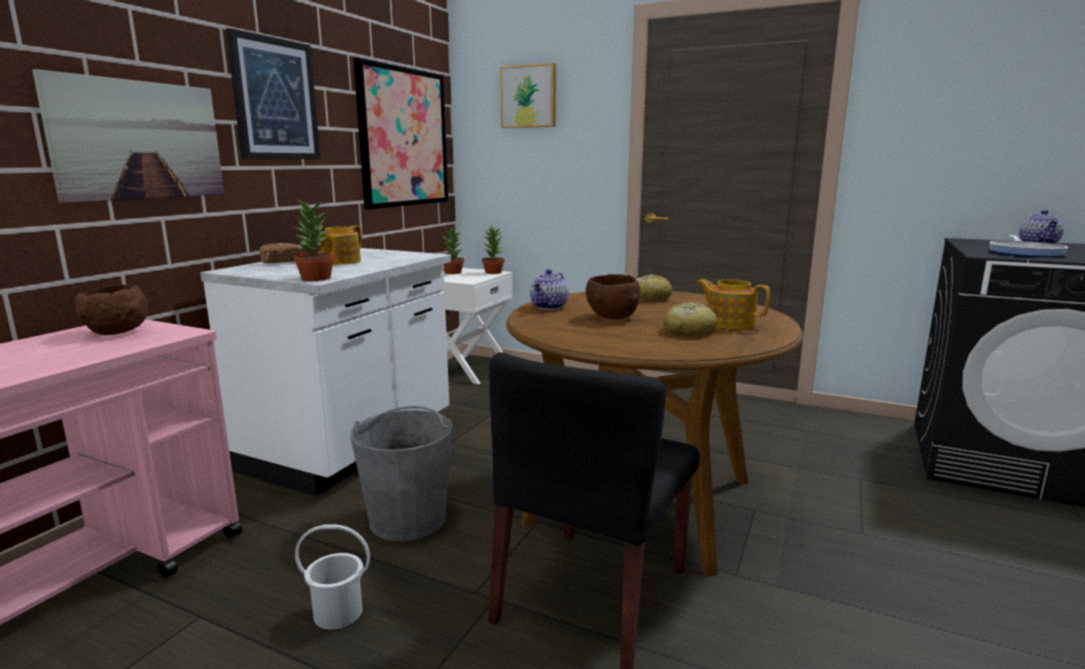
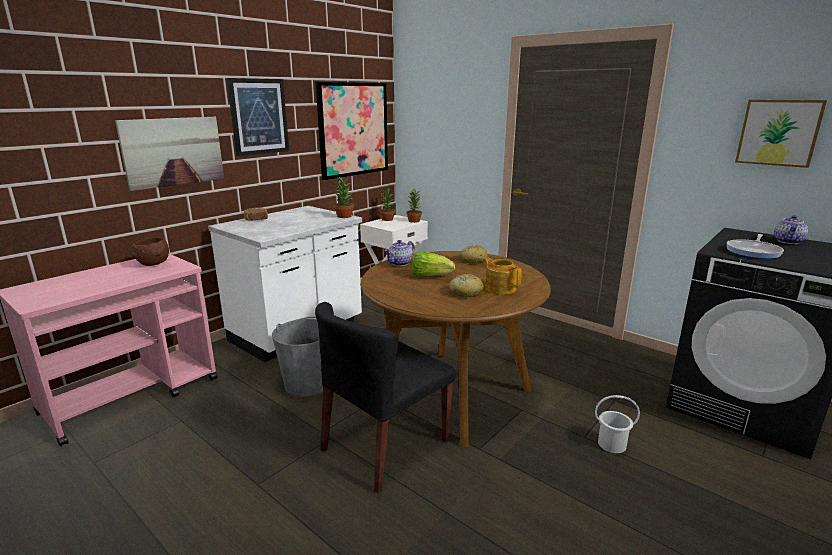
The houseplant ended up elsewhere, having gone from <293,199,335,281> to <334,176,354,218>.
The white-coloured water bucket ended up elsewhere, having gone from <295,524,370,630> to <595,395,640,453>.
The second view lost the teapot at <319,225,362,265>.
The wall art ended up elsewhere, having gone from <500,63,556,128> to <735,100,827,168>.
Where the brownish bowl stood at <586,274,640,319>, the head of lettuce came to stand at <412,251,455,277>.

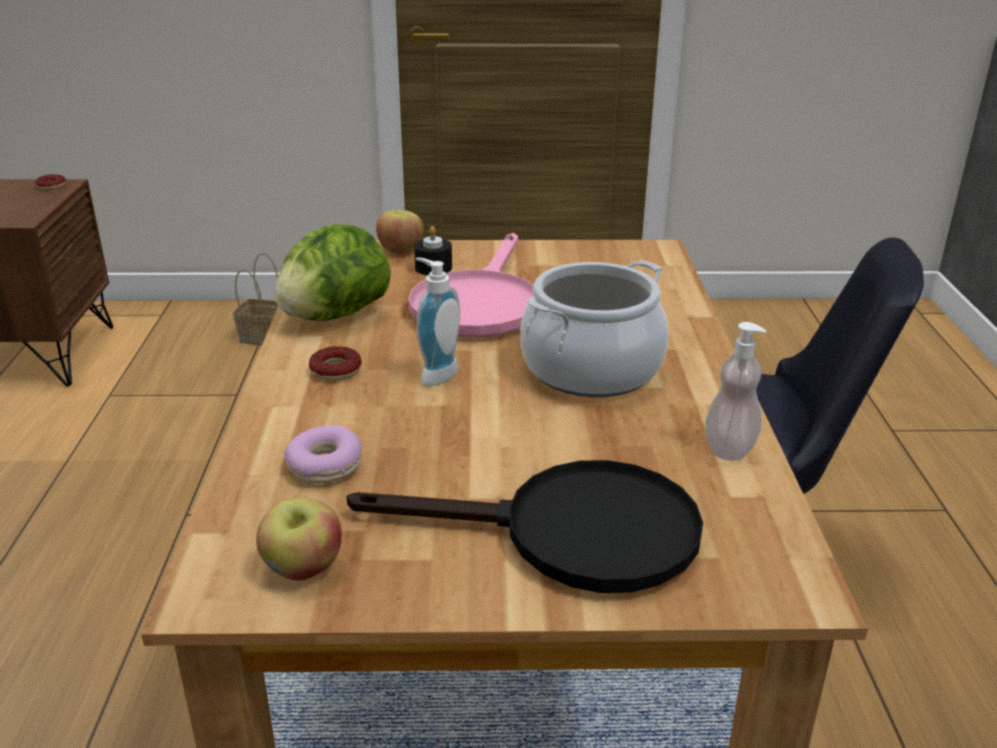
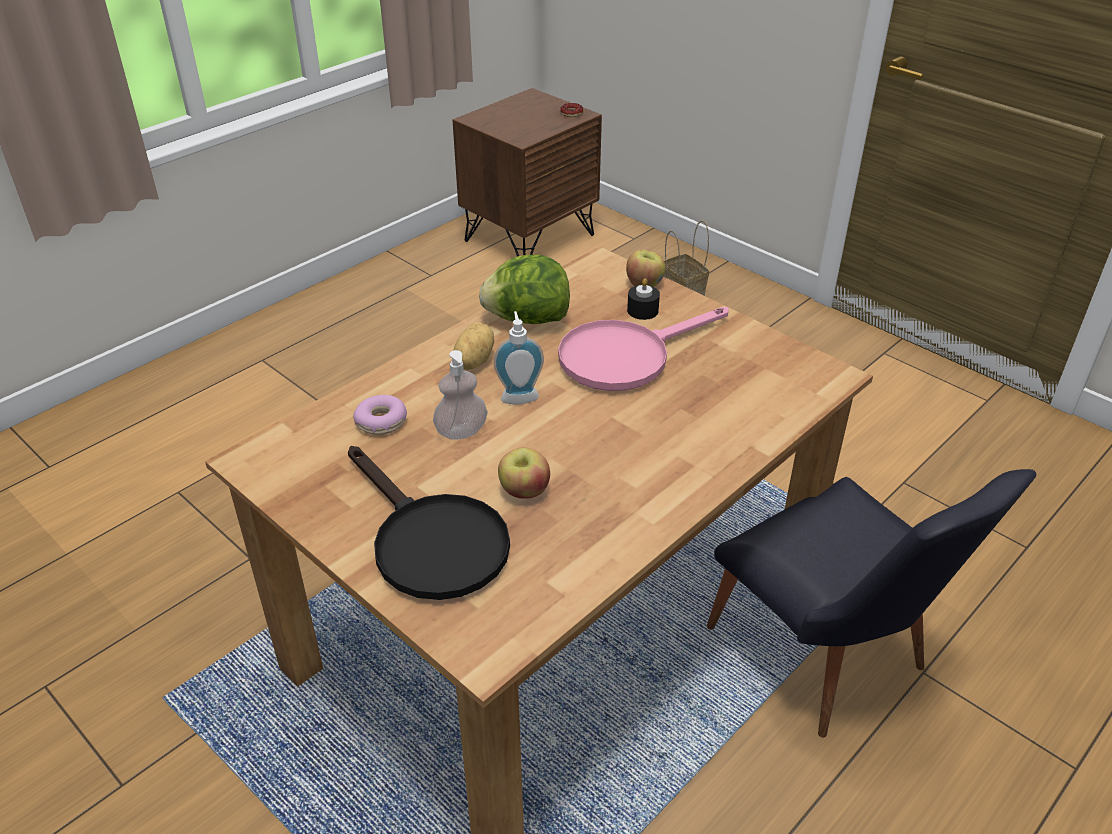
The apple fruit ended up elsewhere, having gone from <256,497,342,581> to <498,447,550,499>.
Where the donut stood at <309,346,361,381>, the potato came to stand at <453,323,494,370>.
The second view lost the stockpot at <520,260,669,397>.
The liquid soap bottle ended up elsewhere, having gone from <705,322,766,461> to <433,350,488,440>.

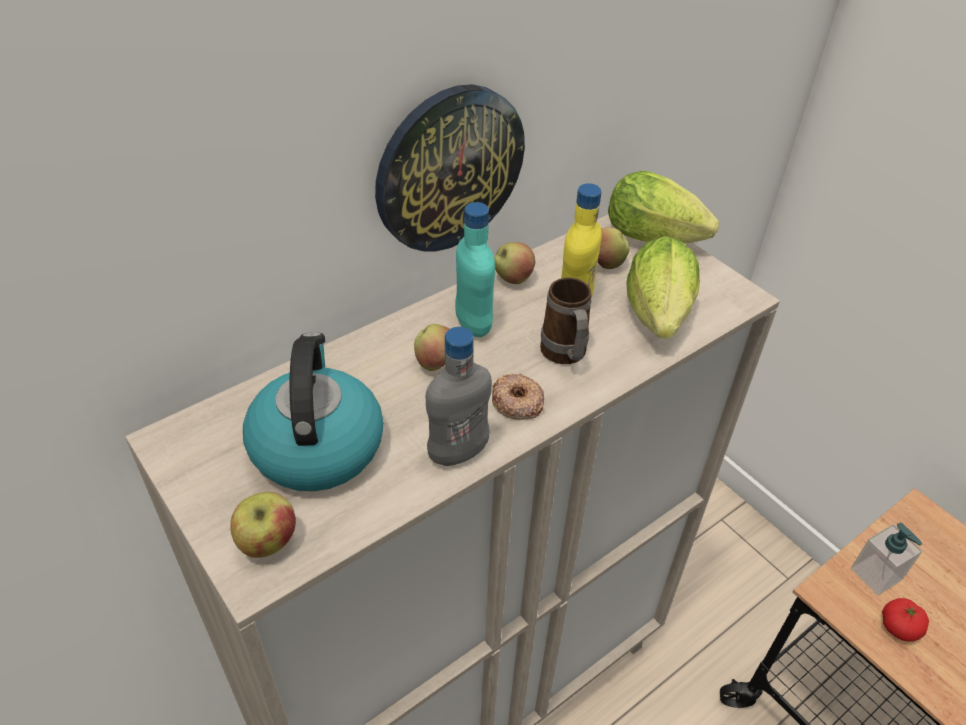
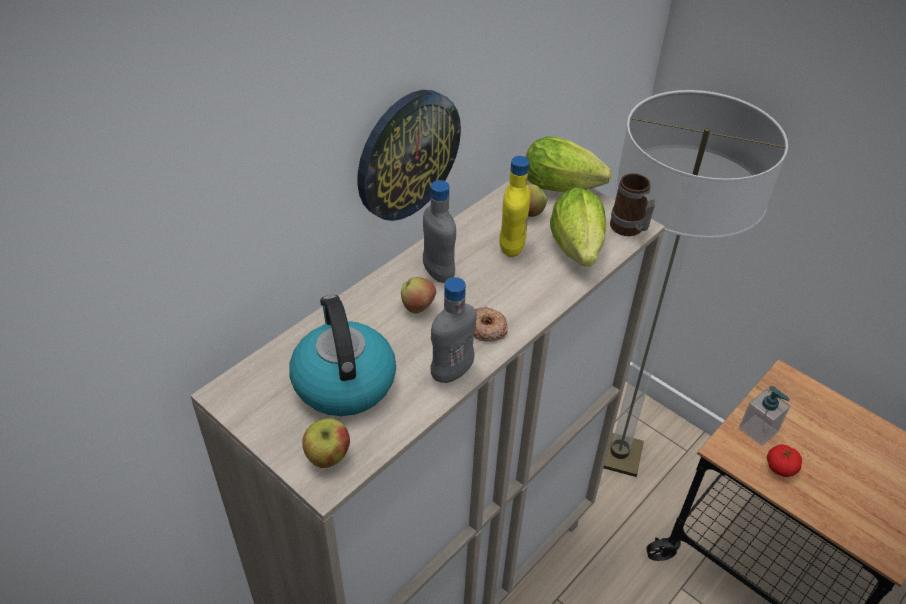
What was the blue-green bottle at <455,202,495,337> turned into the gray bottle at <423,180,456,283>.
The second view lost the apple fruit at <494,242,535,284>.
The mug ended up elsewhere, having gone from <540,278,592,364> to <610,173,655,236>.
The second view gained the standard lamp at <604,90,788,477>.

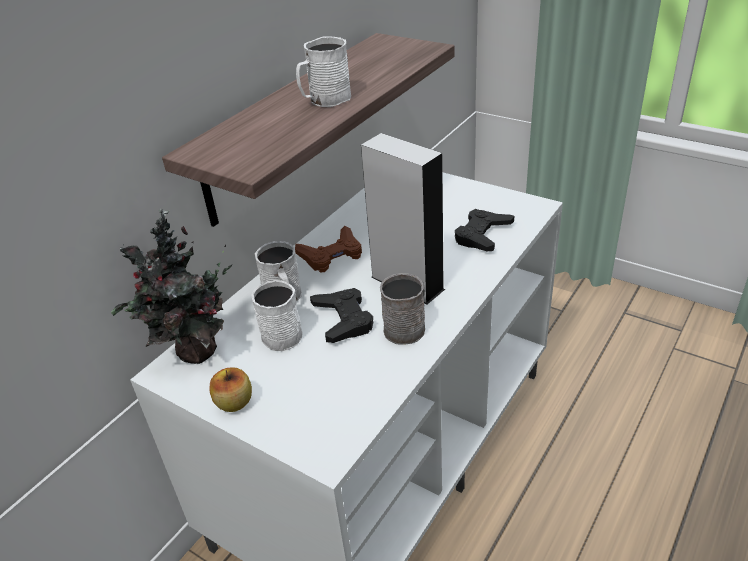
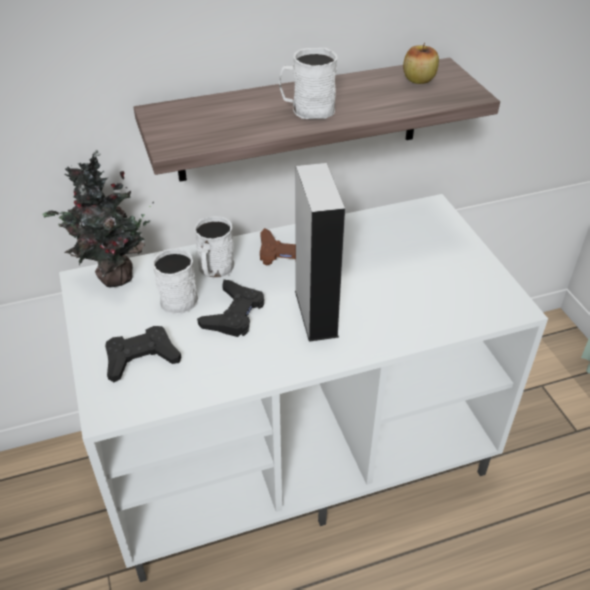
The apple fruit ended up elsewhere, having gone from <209,367,252,412> to <403,43,439,84>.
The second view lost the gray mug at <380,273,425,345>.
The blackish gamepad ended up elsewhere, having gone from <455,209,514,251> to <105,326,181,382>.

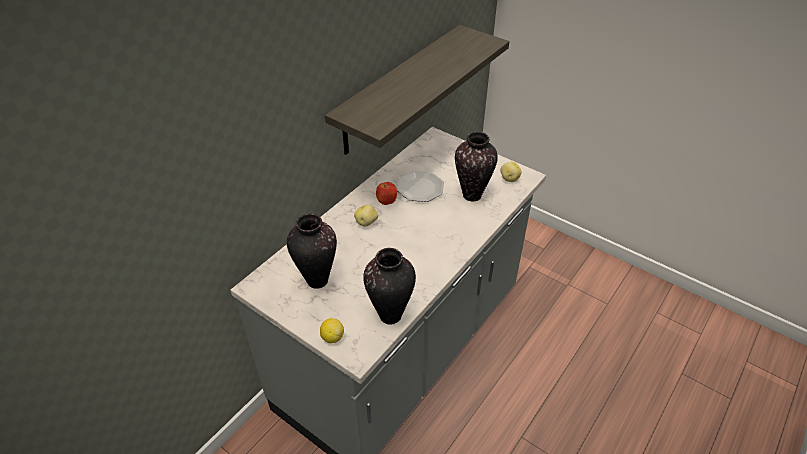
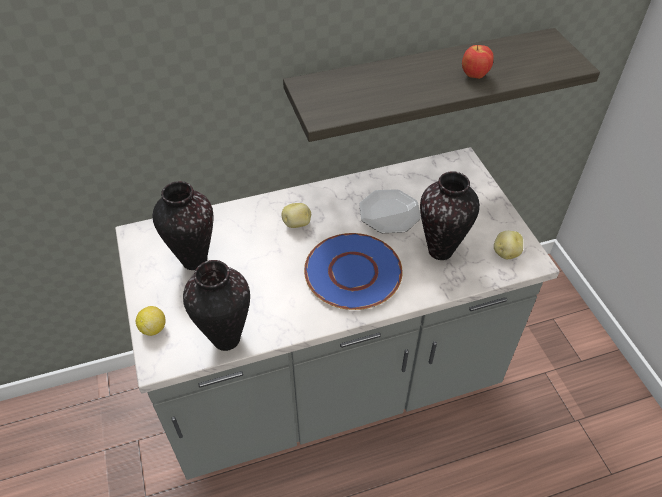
The apple fruit ended up elsewhere, having gone from <376,182,397,205> to <462,45,494,79>.
The second view gained the blue flat dish at <304,233,403,310>.

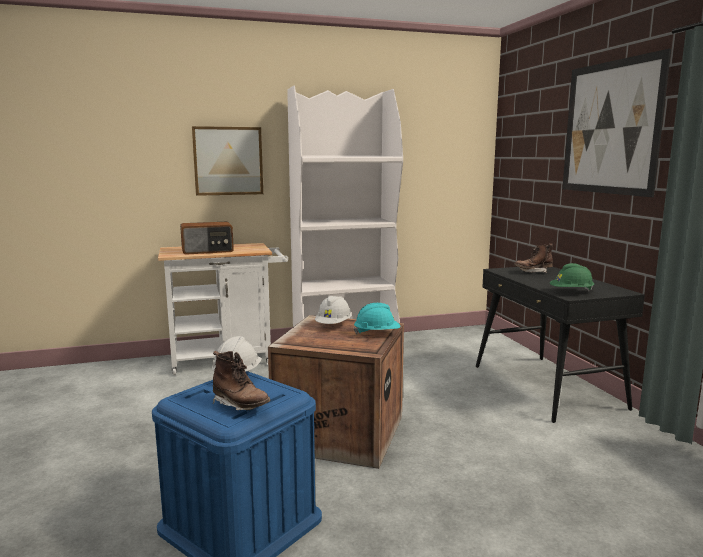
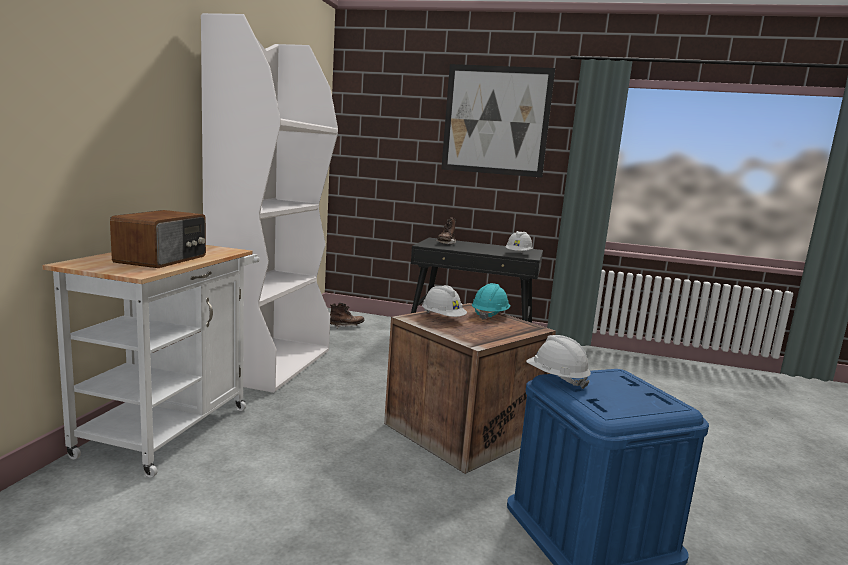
The second view lost the wall art at <192,126,263,196>.
The brownish high-top boot ended up elsewhere, having gone from <213,351,271,410> to <330,303,365,329>.
What was the green safety helmet at <550,263,594,291> turned into the white-coloured safety helmet at <506,231,533,253>.

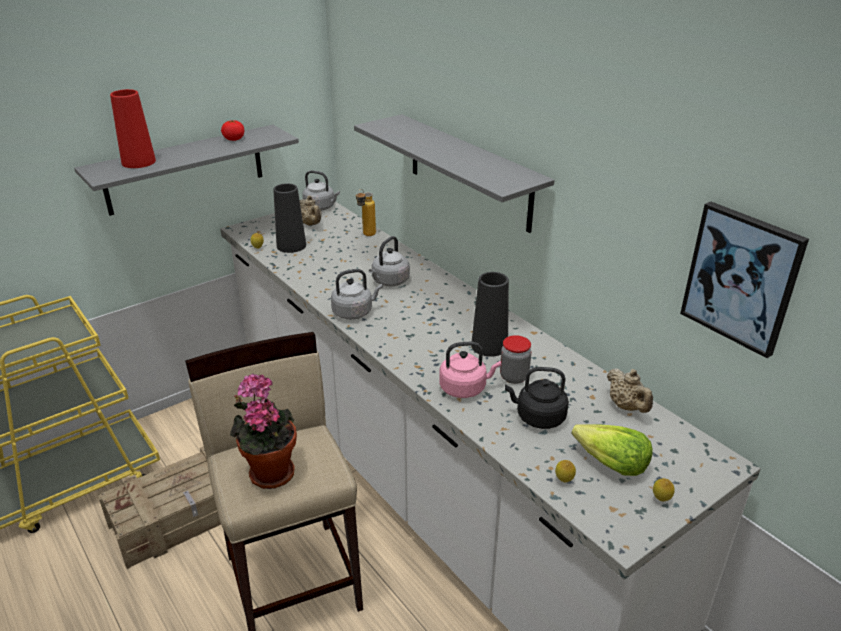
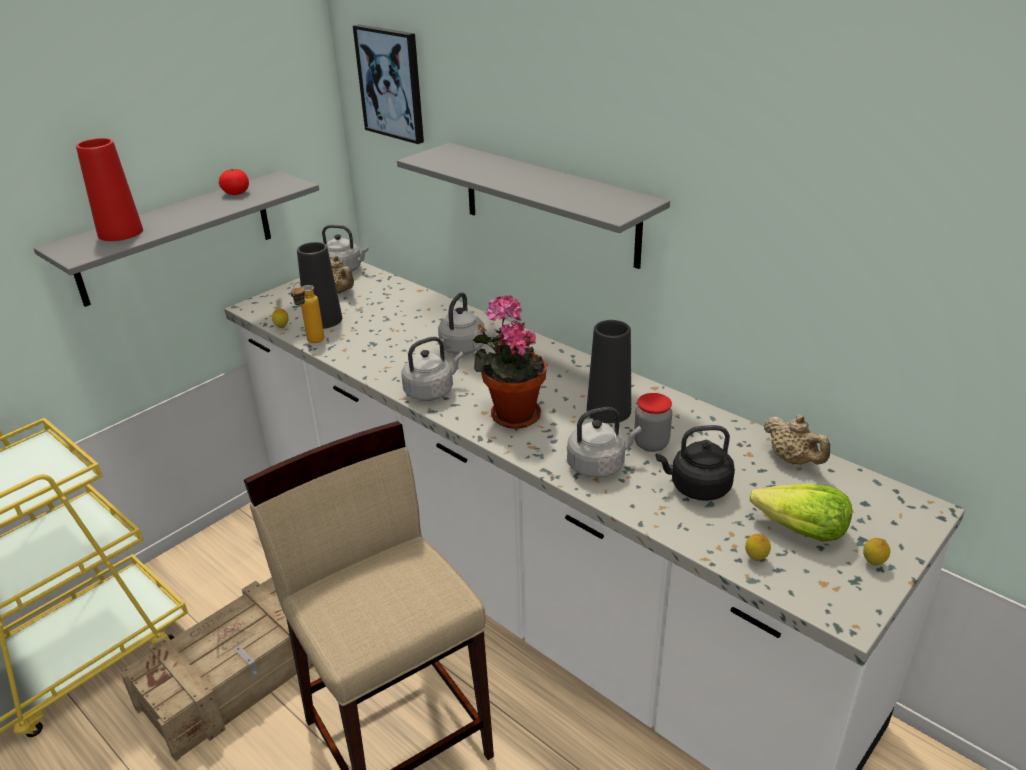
The houseplant ended up elsewhere, having gone from <230,373,297,489> to <473,295,547,429>.
The bottle ended up elsewhere, having gone from <356,189,376,236> to <291,282,324,343>.
What was the pink-coloured kettle at <439,342,501,398> turned into the gray kettle at <567,407,641,478>.
The wall art ended up elsewhere, having gone from <680,201,809,358> to <353,24,424,144>.

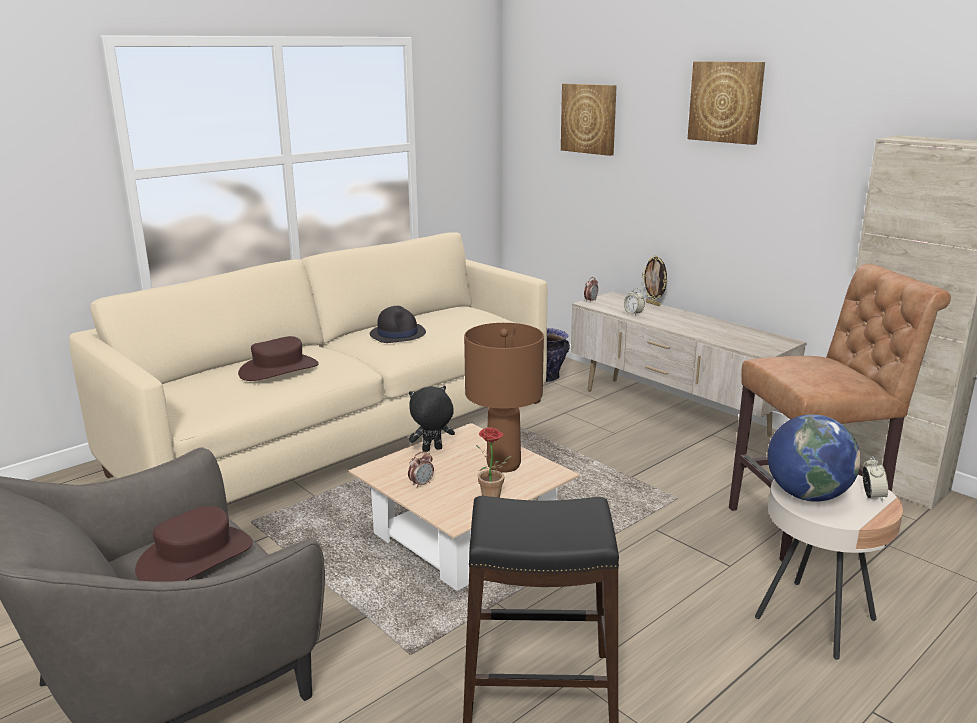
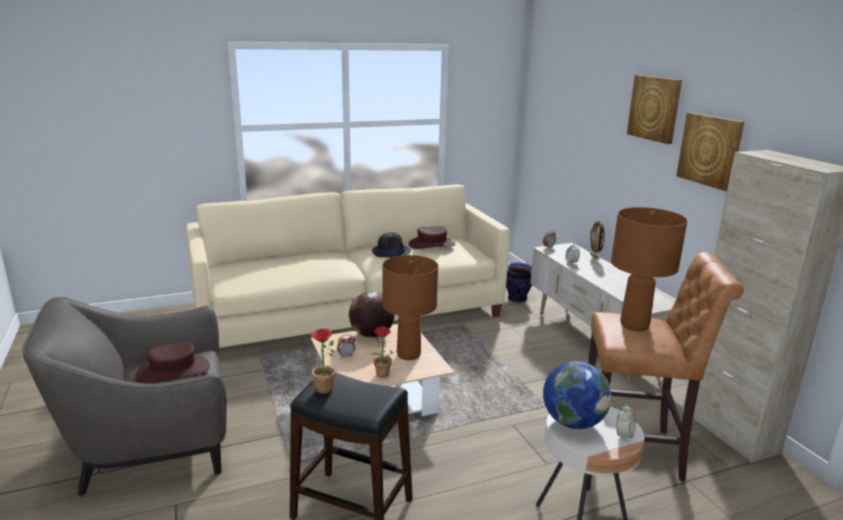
The brownish clothing hat ended up elsewhere, having gone from <238,336,319,381> to <408,226,455,249>.
Where the blackish soft toy stood at <409,386,455,452>, the world globe came to stand at <349,291,395,338>.
The wall art ended up elsewhere, having gone from <561,84,617,156> to <676,113,744,191>.
The second view gained the houseplant at <296,328,338,394>.
The second view gained the brownish table lamp at <611,207,687,331>.

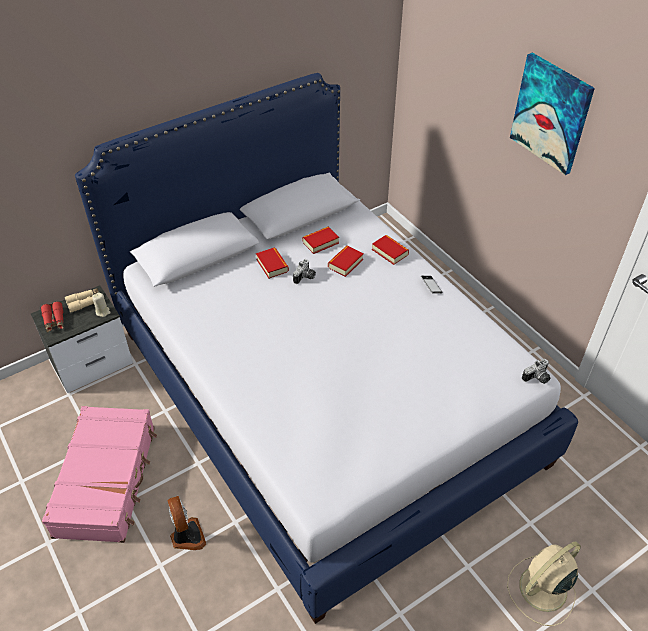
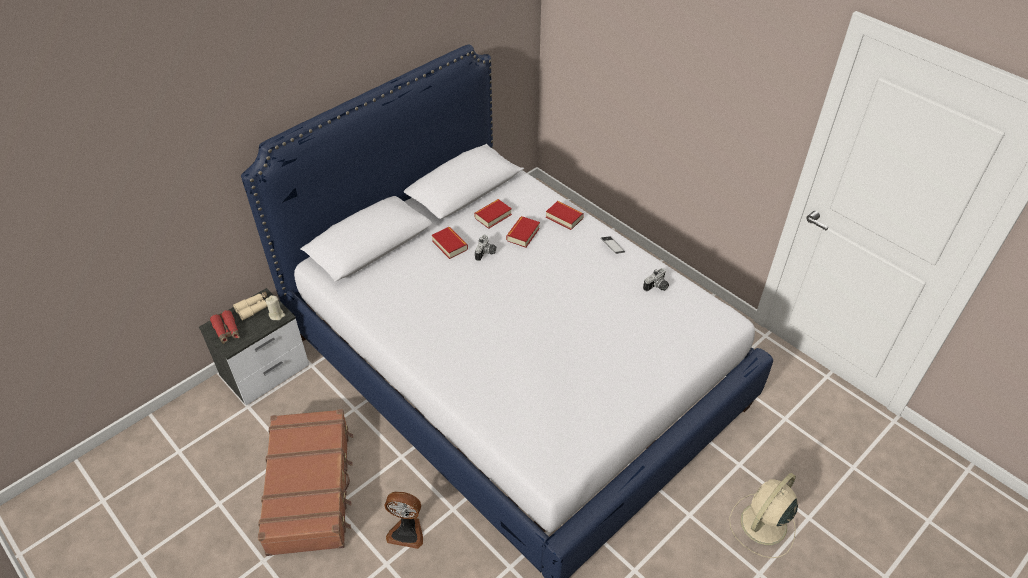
What was the pink-coloured piece of luggage at <42,406,157,543> turned into the brownish piece of luggage at <258,409,353,556>.
The cooling fan at <168,496,206,550> ended up facing another way, 135 degrees clockwise from before.
The second view lost the wall art at <510,53,595,175>.
The still camera ended up elsewhere, having gone from <522,359,550,384> to <643,268,669,291>.

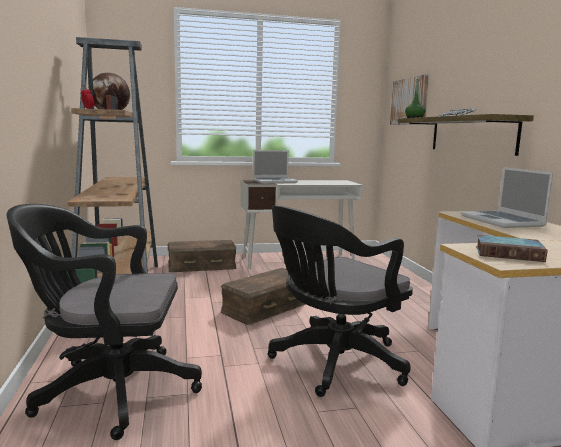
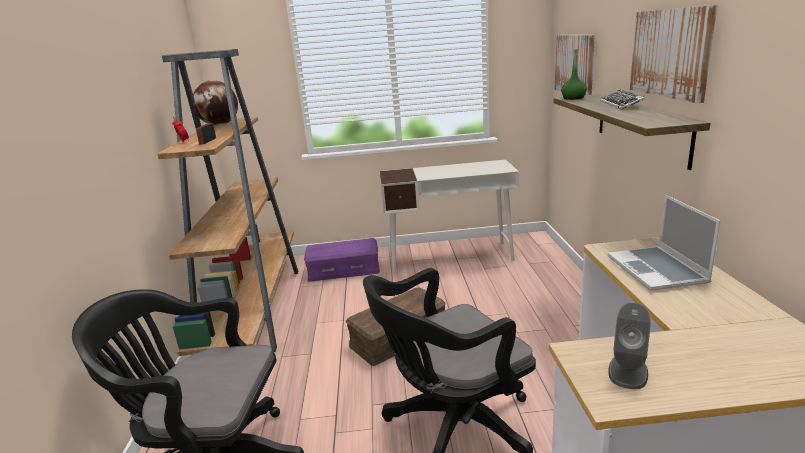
What was the brownish storage box at <168,240,237,272> turned into the purplish storage box at <304,238,380,282>.
The second view lost the notebook computer at <253,150,298,184>.
Where the book stood at <476,235,548,262>, the gray loudspeaker came to stand at <608,302,651,389>.
The second view gained the wall art at <630,5,718,103>.

